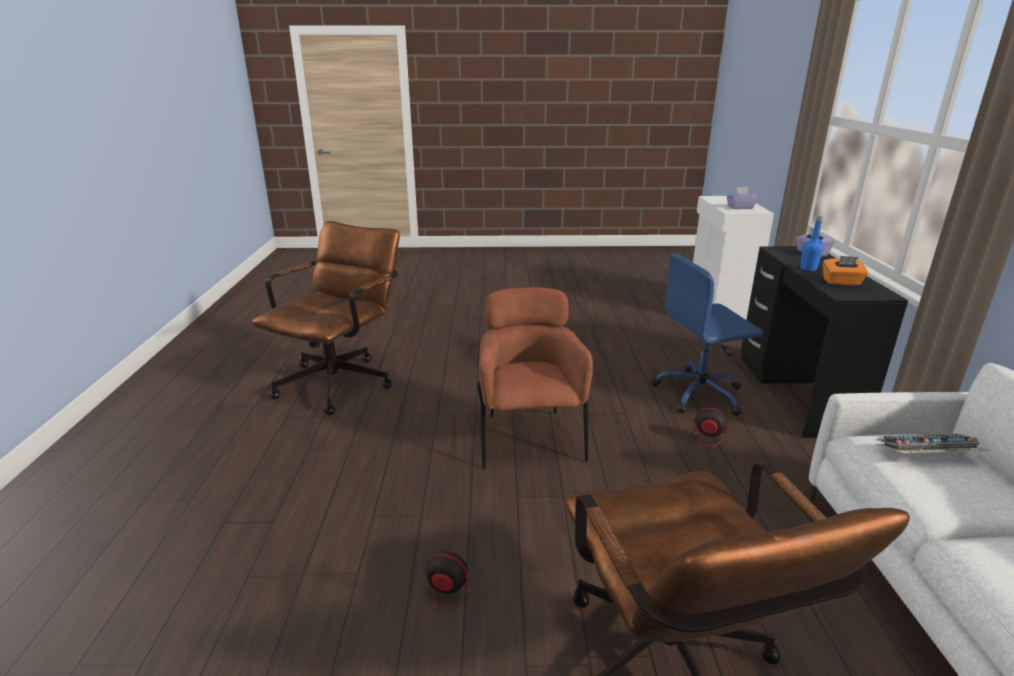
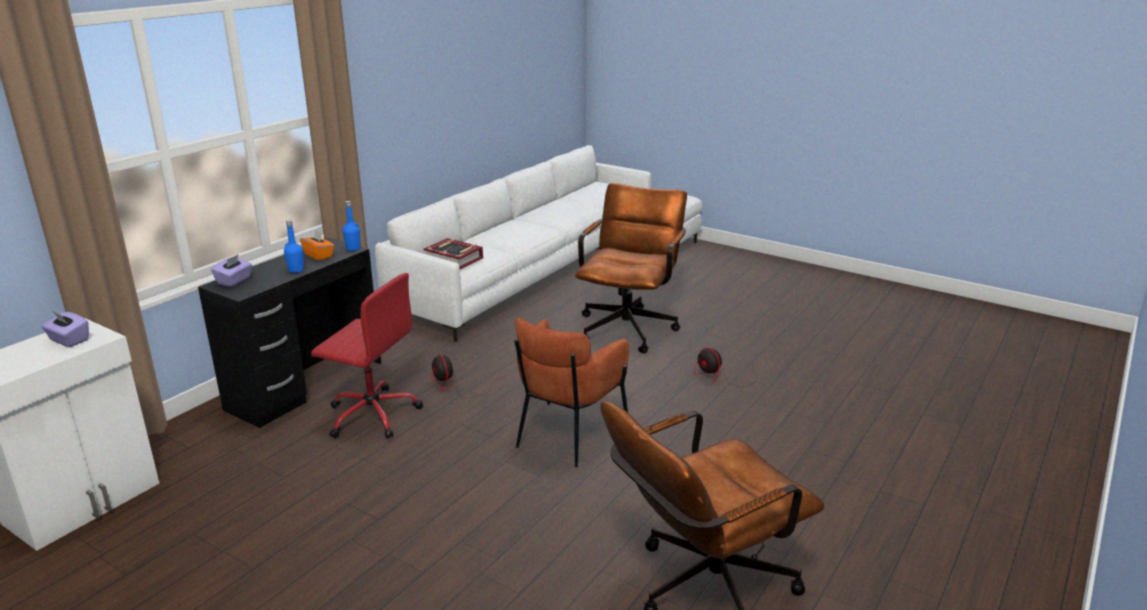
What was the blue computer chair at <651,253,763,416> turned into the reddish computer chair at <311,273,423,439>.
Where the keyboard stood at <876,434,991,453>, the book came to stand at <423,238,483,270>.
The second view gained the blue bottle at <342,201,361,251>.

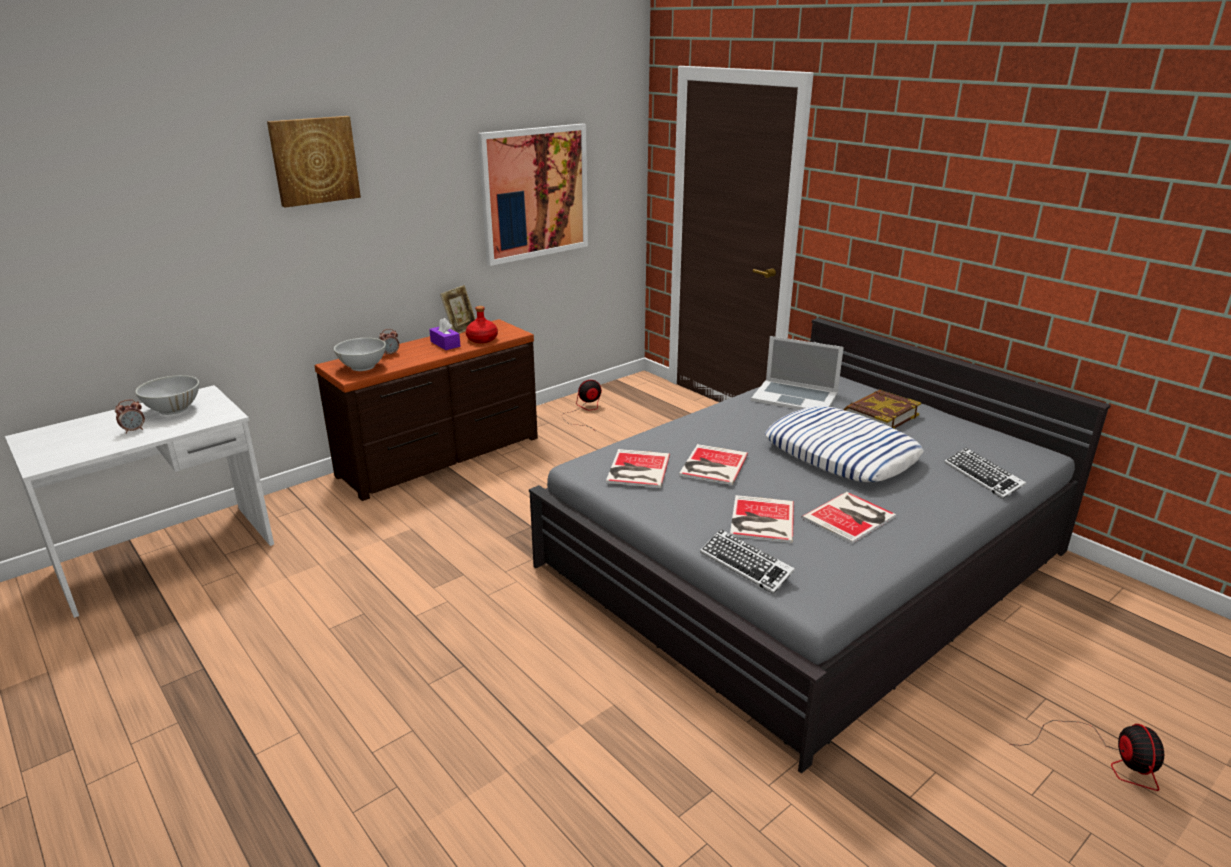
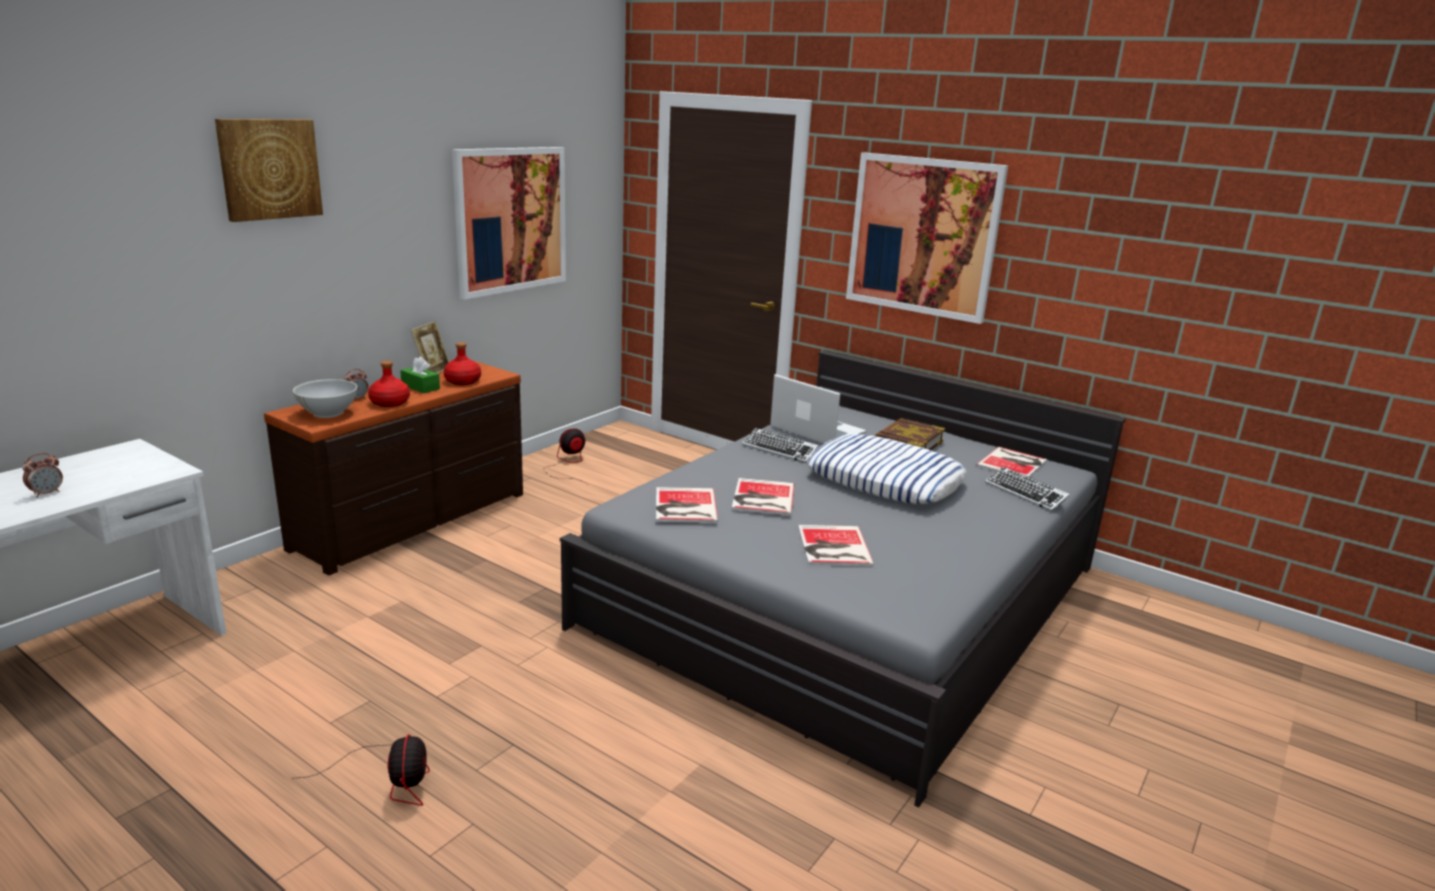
The second view lost the white-coloured bowl at <135,375,199,415>.
What was the purplish box of tissues at <429,318,460,350> turned into the green box of tissues at <400,356,440,393>.
The keyboard ended up elsewhere, having gone from <700,529,795,594> to <742,428,819,463>.
The notebook computer at <751,336,844,410> ended up facing another way, 150 degrees counterclockwise from before.
The book ended up elsewhere, having gone from <802,492,896,544> to <976,447,1047,477>.
The cooling fan ended up elsewhere, having gone from <1010,720,1164,791> to <298,735,430,806>.
The second view gained the reddish bottle at <368,361,410,407>.
The second view gained the wall art at <846,152,1008,324>.

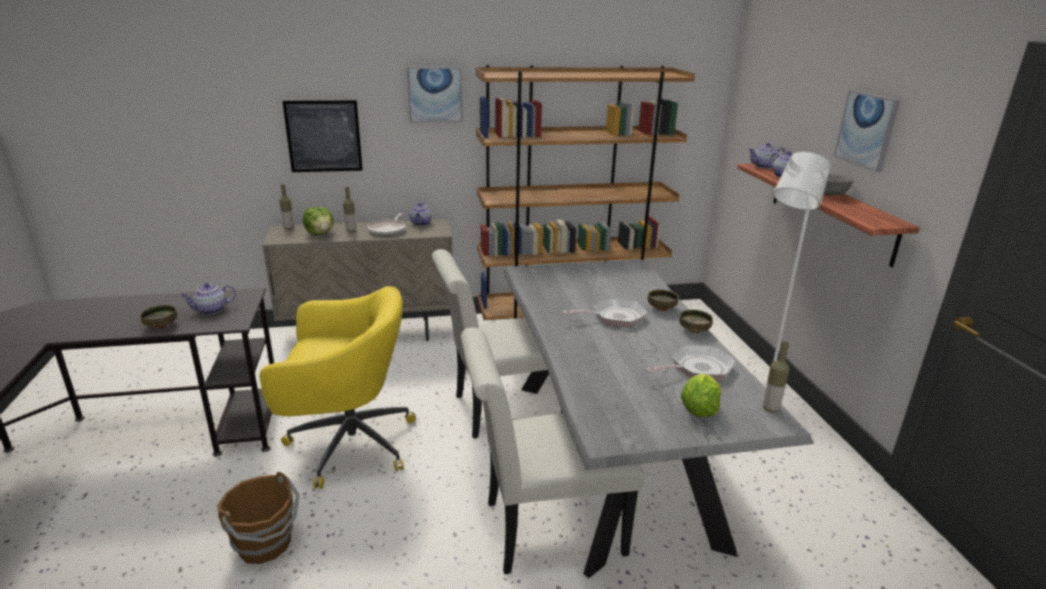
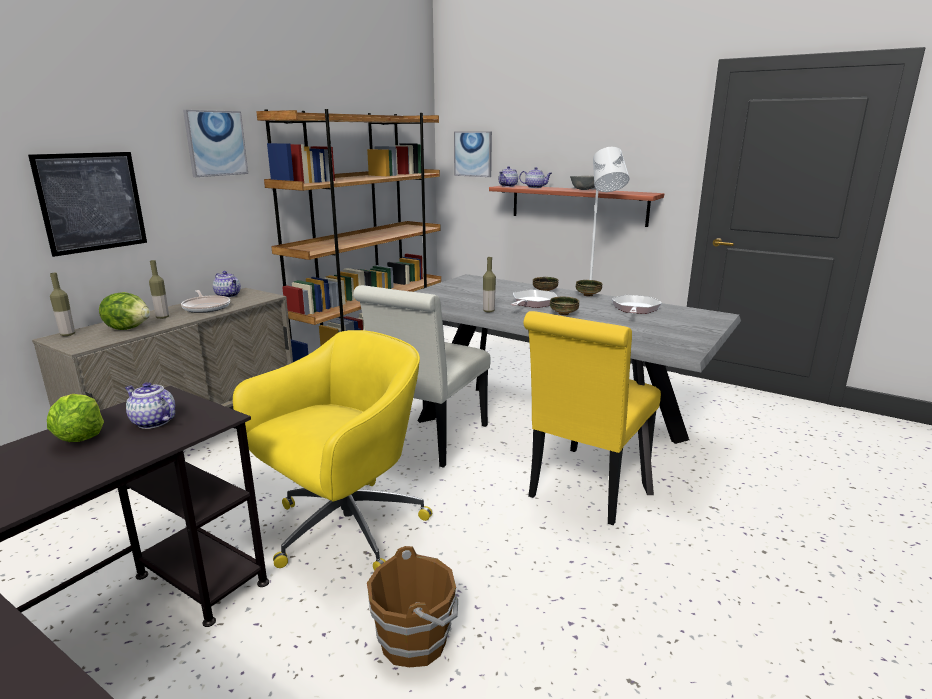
The bowl ended up elsewhere, having gone from <140,305,177,329> to <550,297,579,315>.
The teapot at <181,283,236,314> ended up facing another way, 105 degrees clockwise from before.
What was the white-coloured plain chair at <461,327,644,574> turned into the yellow plain chair at <523,311,661,525>.
The head of lettuce ended up elsewhere, having gone from <681,374,721,417> to <47,394,104,442>.
The bottle ended up elsewhere, having gone from <763,342,790,413> to <483,257,496,312>.
The wall art ended up elsewhere, having gone from <834,90,900,172> to <454,131,492,177>.

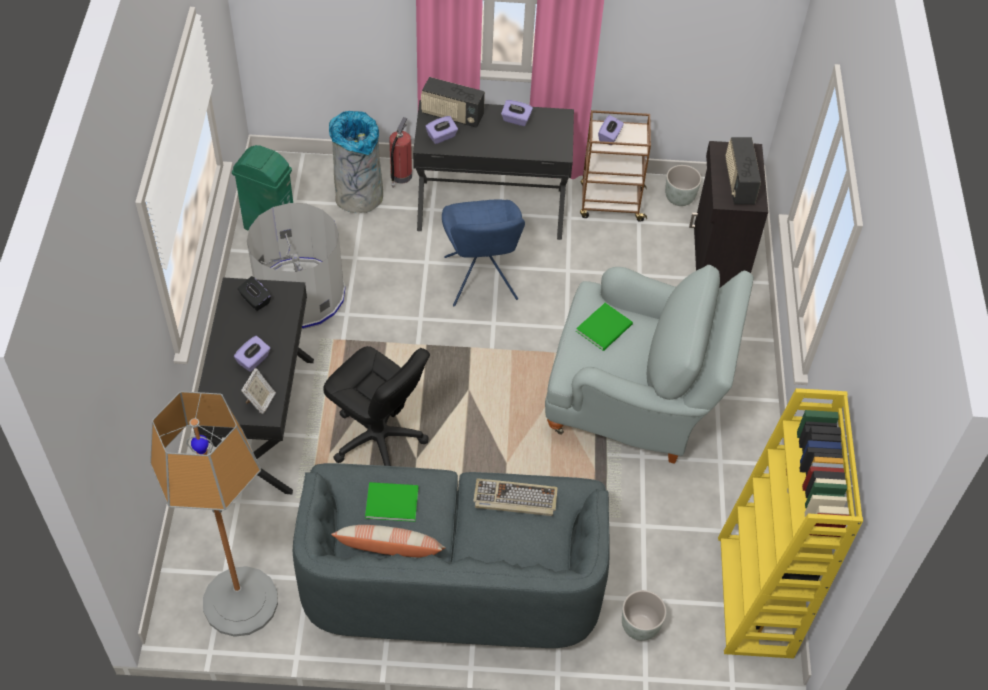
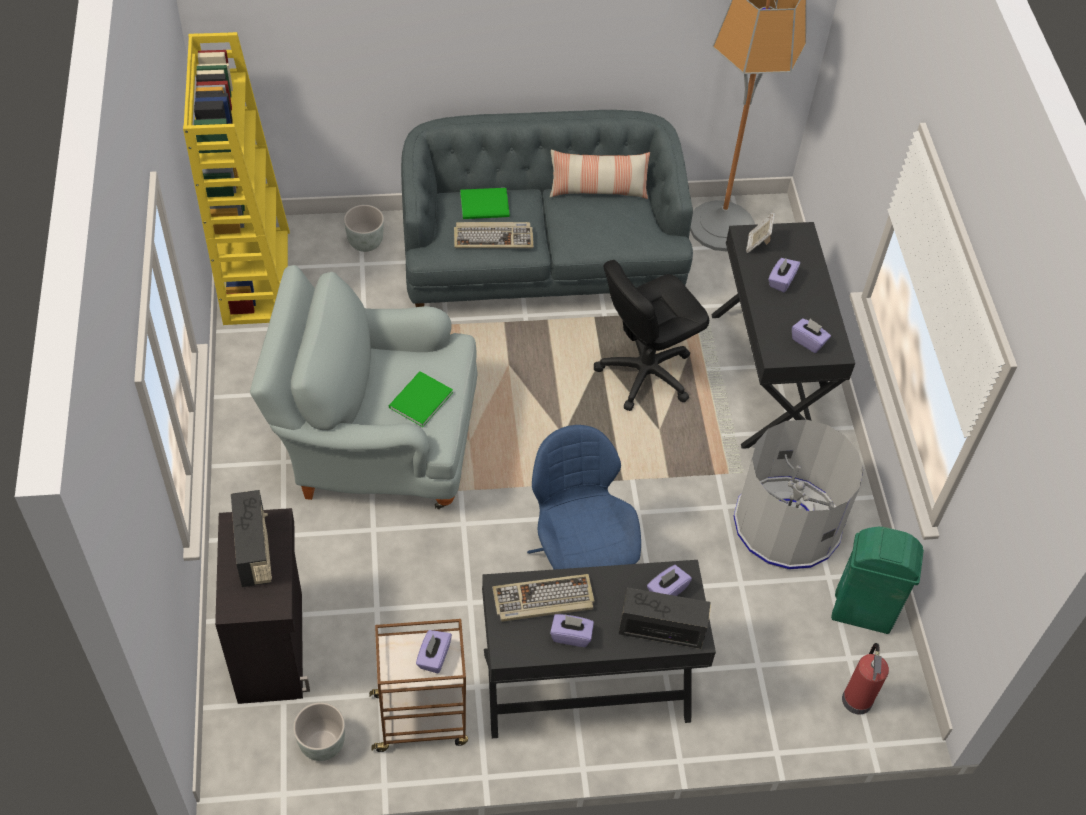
What was the blackish box of tissues at <238,276,271,311> turned into the purplish box of tissues at <792,318,831,353>.
The blackish computer chair at <323,346,430,466> ended up facing another way, 60 degrees counterclockwise from before.
The second view lost the gray trash can at <329,111,383,213>.
The green book ended up elsewhere, having gone from <365,482,419,522> to <460,188,510,219>.
The fire extinguisher ended up elsewhere, having gone from <389,117,412,188> to <842,643,889,714>.
The second view gained the keyboard at <492,574,595,622>.

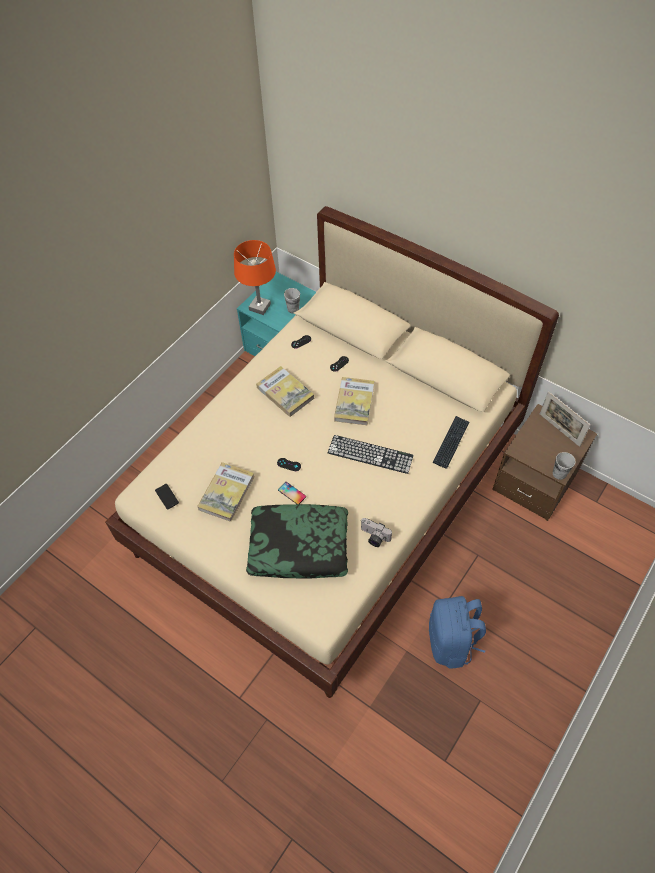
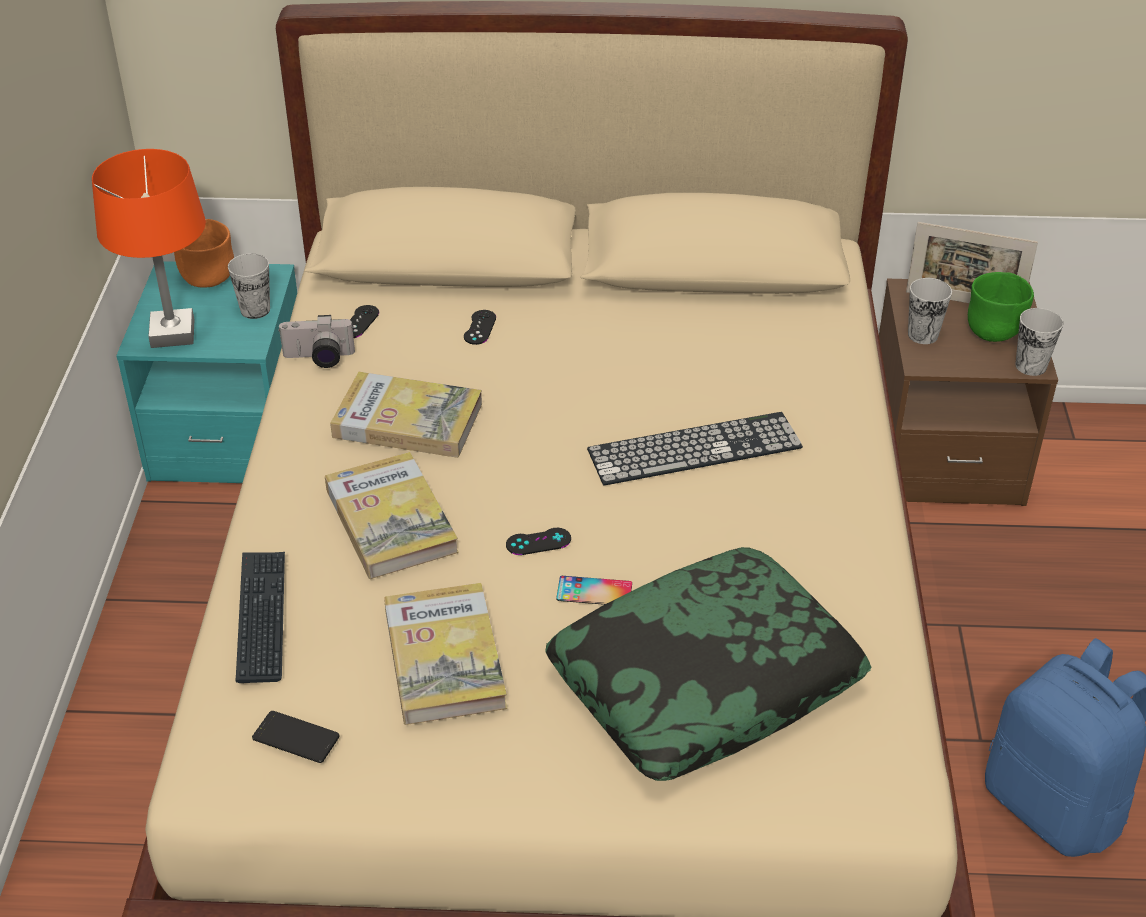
The book ended up elsewhere, having gone from <334,377,374,425> to <325,452,459,579>.
The still camera ended up elsewhere, having gone from <361,518,392,547> to <278,315,355,368>.
The keyboard ended up elsewhere, having gone from <433,416,469,469> to <236,552,285,683>.
The second view gained the orange bowl at <174,219,234,288>.
The second view gained the cup at <908,278,952,344>.
The second view gained the green bowl at <968,272,1034,342>.

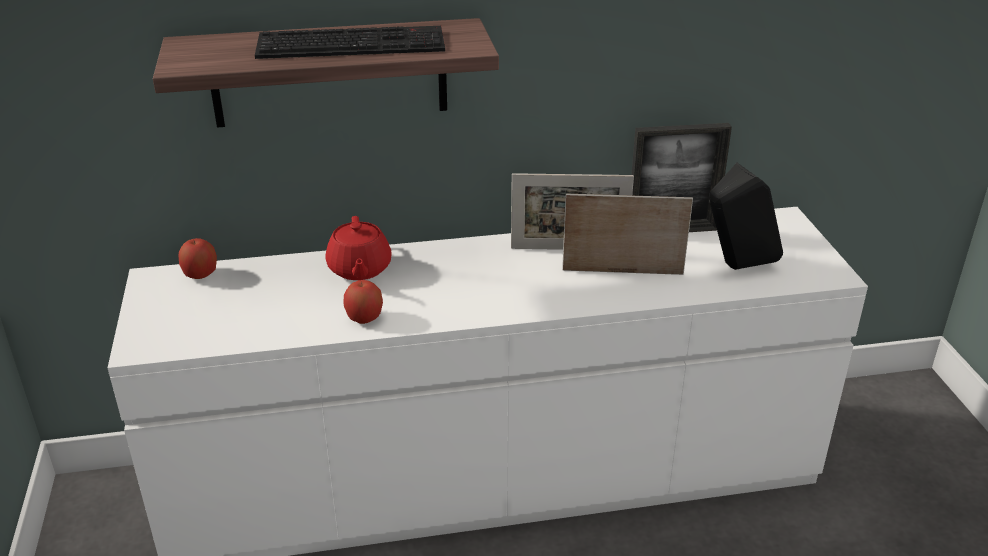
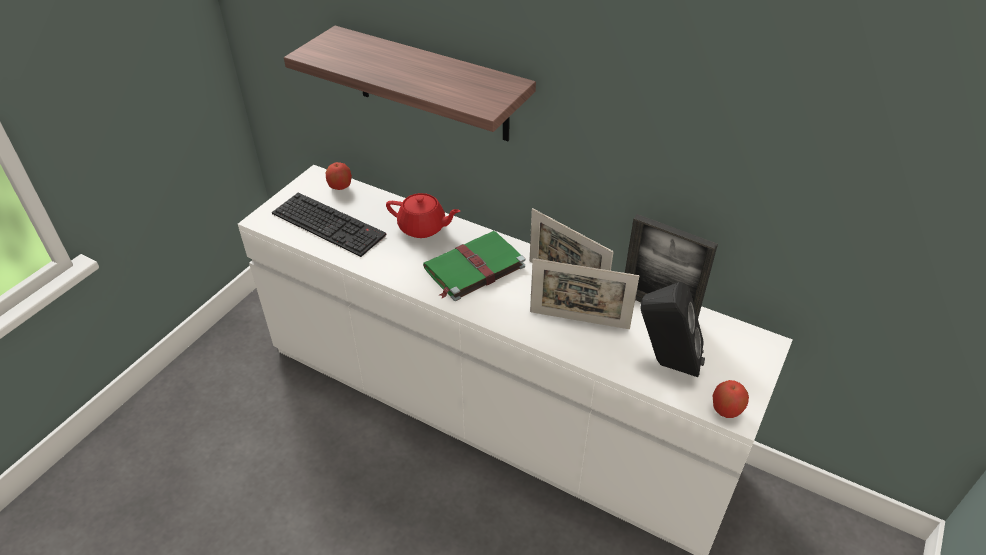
The keyboard ended up elsewhere, having gone from <255,26,445,59> to <272,193,387,257>.
The reddish teapot at <325,216,392,280> ended up facing another way, 105 degrees counterclockwise from before.
The apple fruit ended up elsewhere, having gone from <343,280,383,324> to <712,380,749,418>.
The standing frame at <562,194,693,275> ended up facing another way, 150 degrees clockwise from before.
The second view gained the green book at <423,231,525,301>.

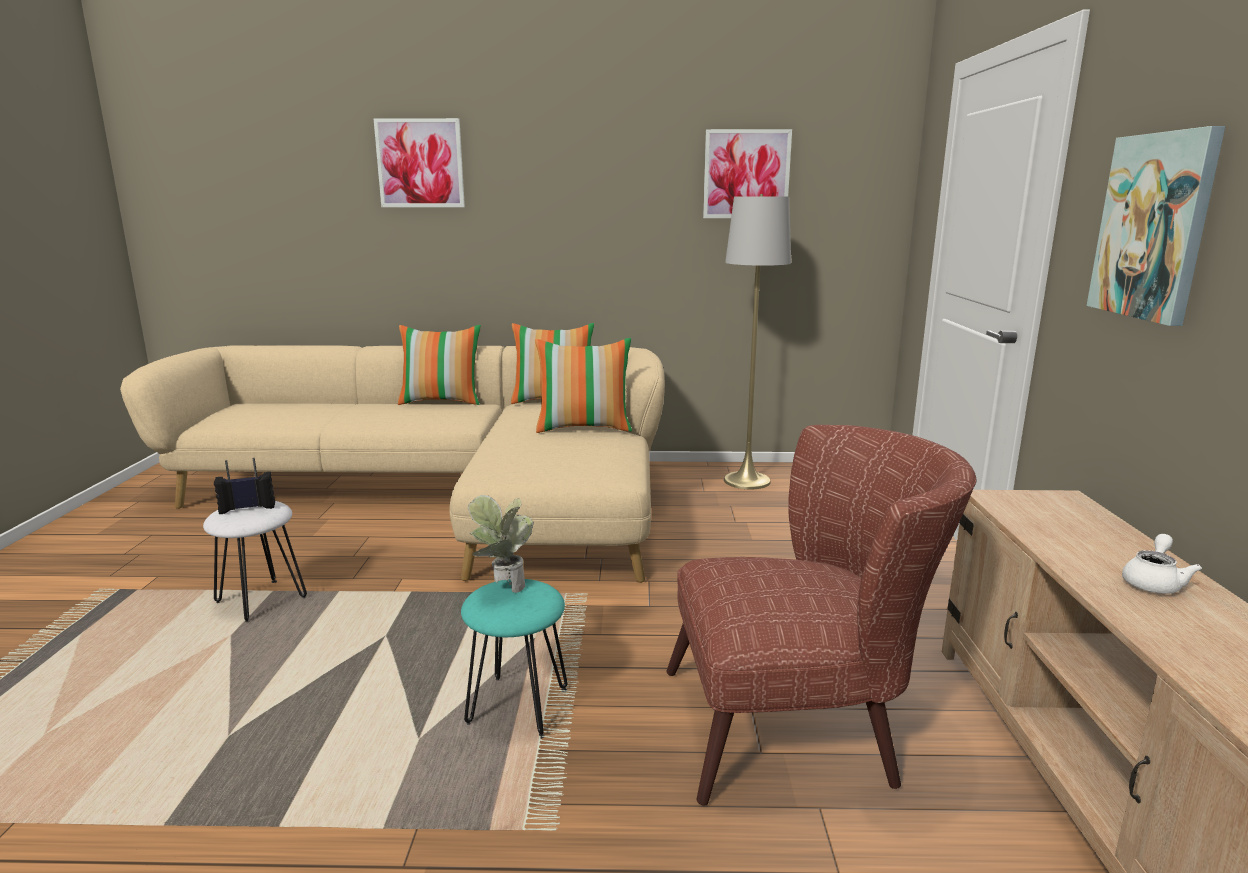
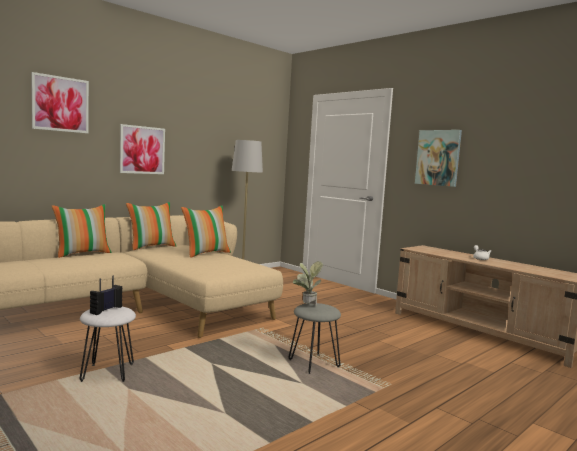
What was the blue-green sitting stool at <461,579,568,739> turned into the gray sitting stool at <288,303,341,374>.
The second view lost the brownish easy chair at <666,425,977,806>.
The wall art ended up elsewhere, having gone from <703,129,792,218> to <119,124,165,174>.

